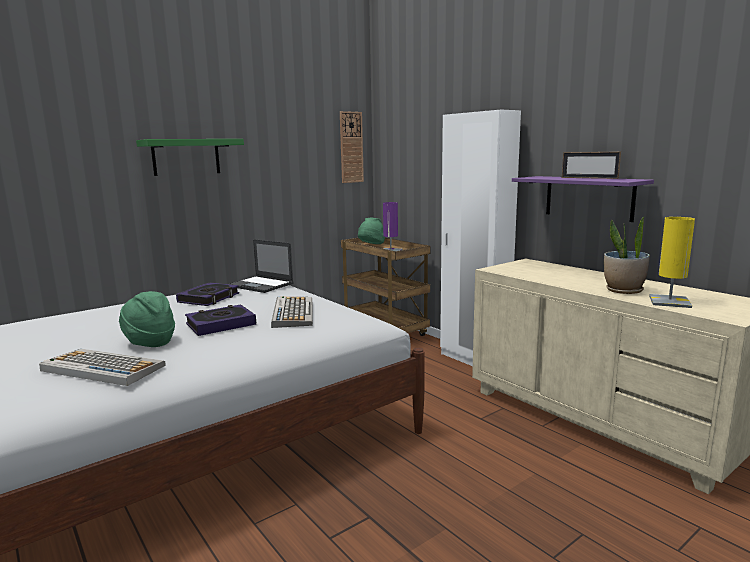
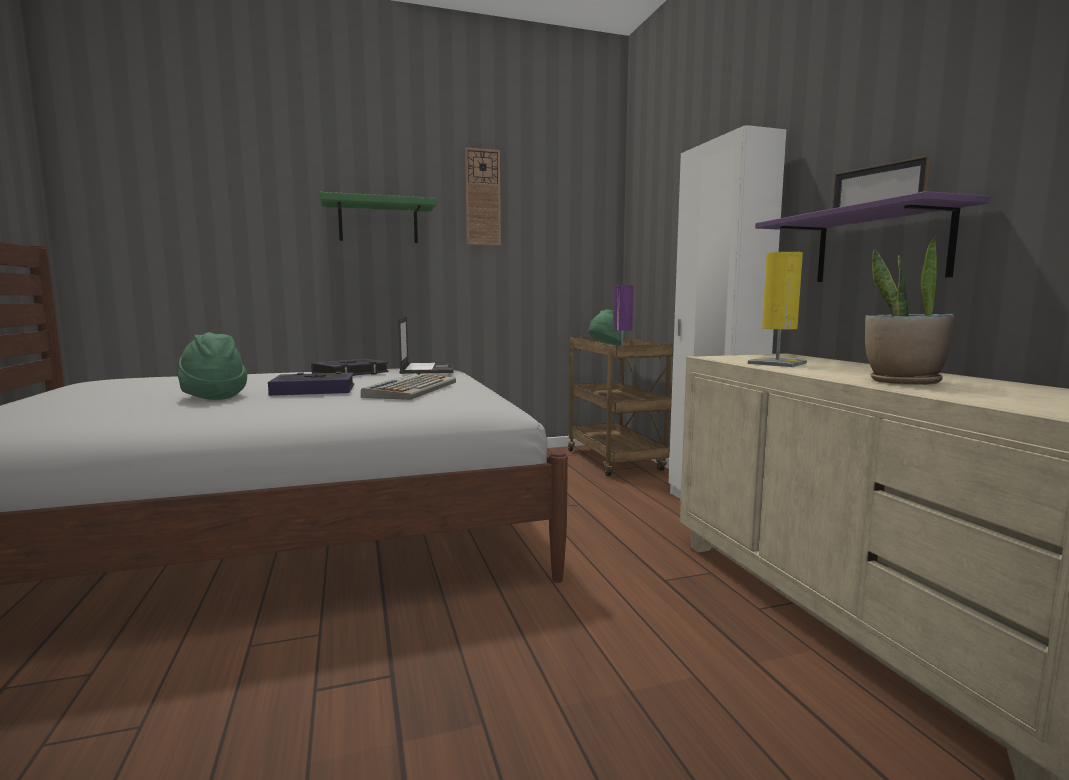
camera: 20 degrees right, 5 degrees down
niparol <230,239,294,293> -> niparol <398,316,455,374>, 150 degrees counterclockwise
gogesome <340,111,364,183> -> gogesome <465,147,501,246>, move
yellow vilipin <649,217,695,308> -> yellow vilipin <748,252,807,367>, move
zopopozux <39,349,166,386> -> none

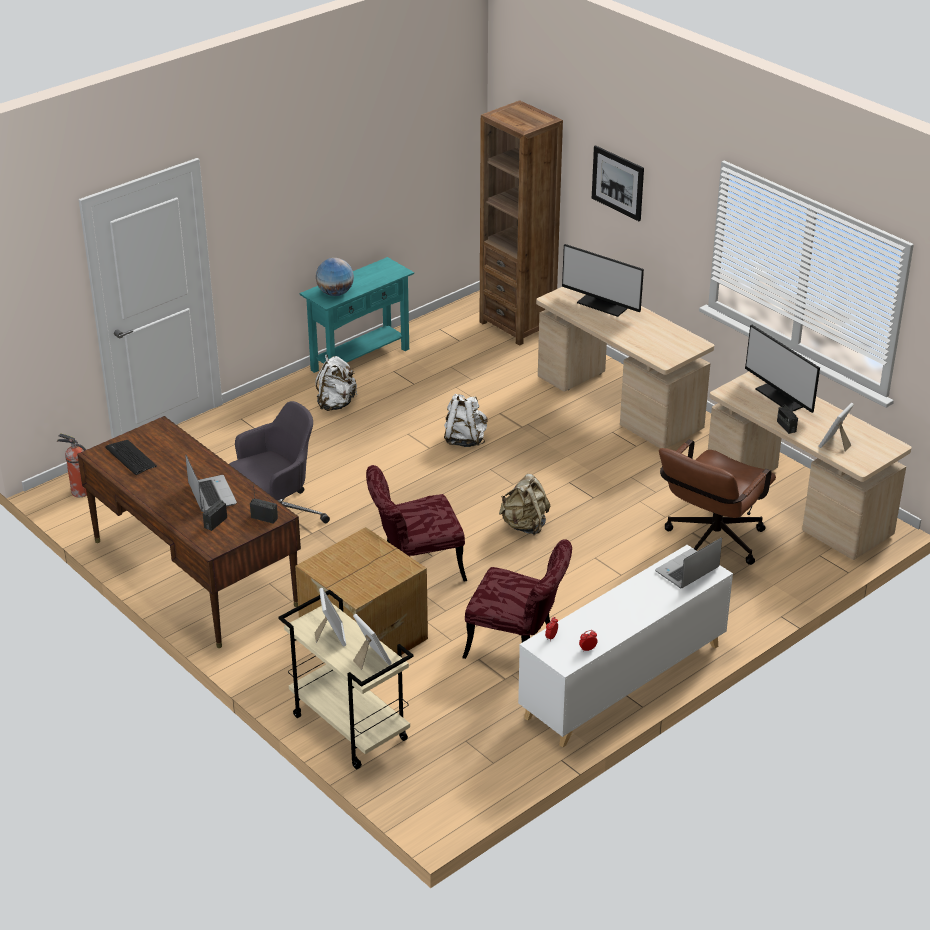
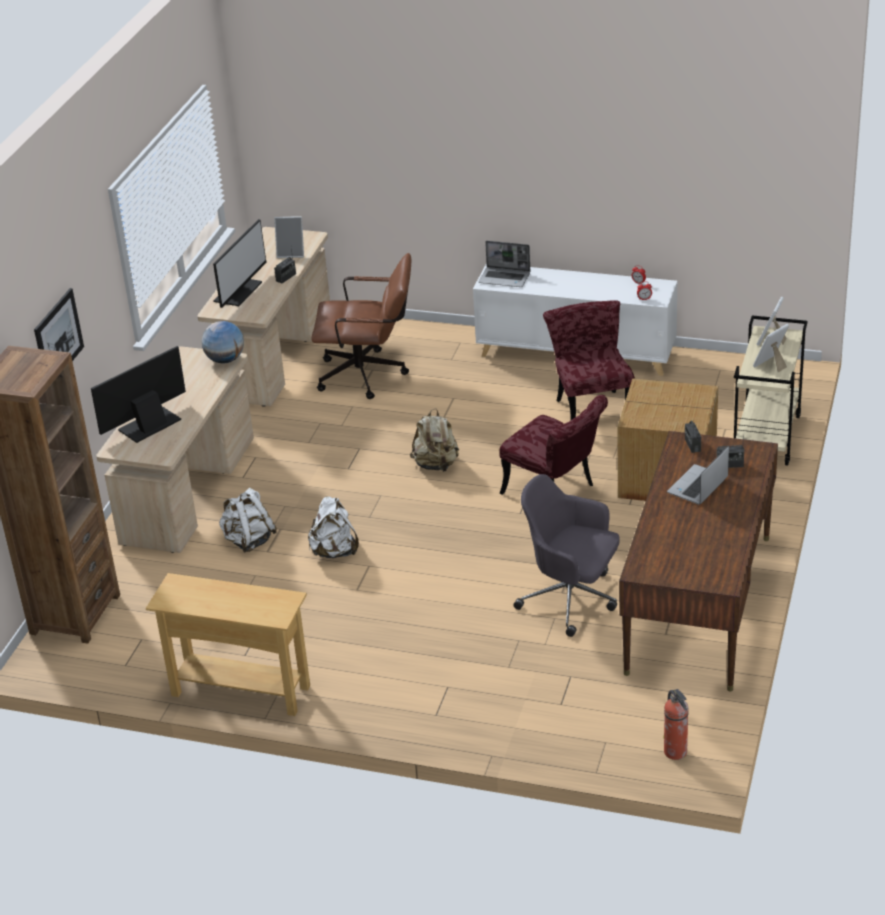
camera: 120 degrees left, 0 degrees up
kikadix <562,244,644,317> -> kikadix <91,346,186,443>, 135 degrees counterclockwise
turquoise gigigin <300,257,414,373> -> beige gigigin <146,573,310,716>
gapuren <316,258,354,296> -> gapuren <202,321,244,363>, move
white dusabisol <315,355,357,411> -> white dusabisol <219,488,277,553>, move
zopopozux <106,440,157,475> -> none

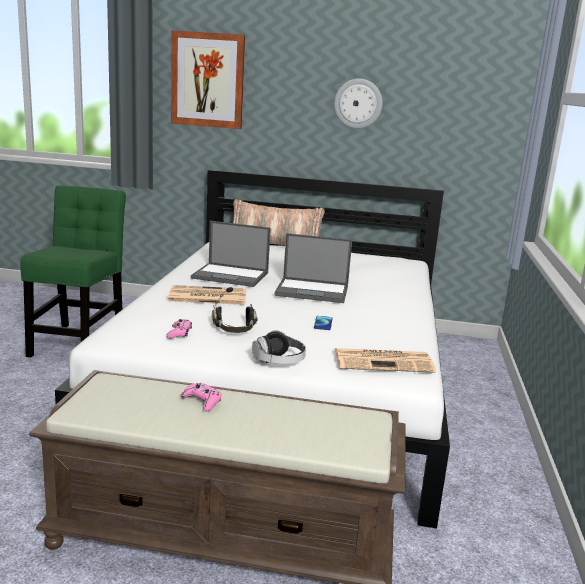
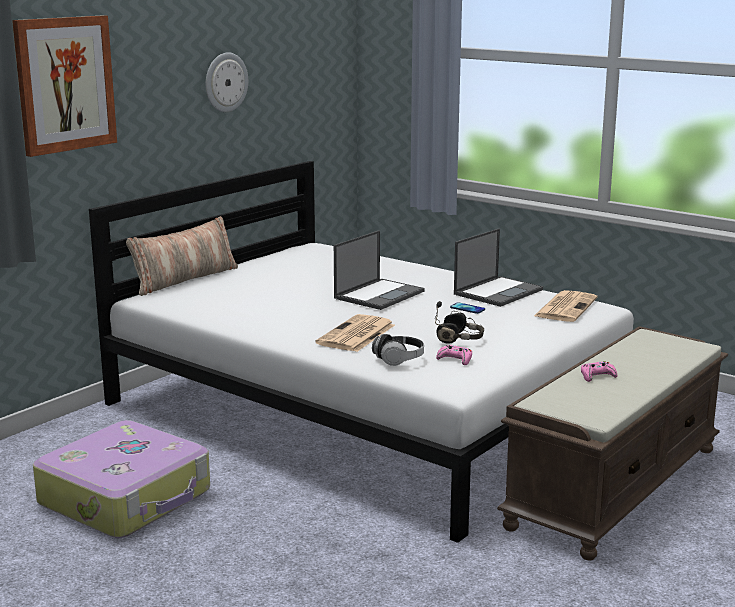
camera: 60 degrees left, 0 degrees up
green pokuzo <20,185,126,357> -> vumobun <33,420,210,538>
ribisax <252,330,306,364> -> ribisax <372,334,424,366>, move
niparol <191,221,271,287> -> niparol <454,228,543,307>, move

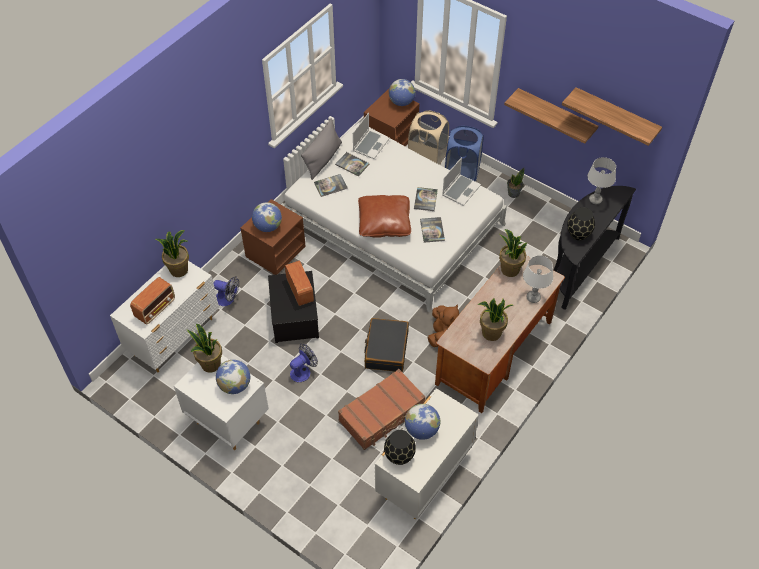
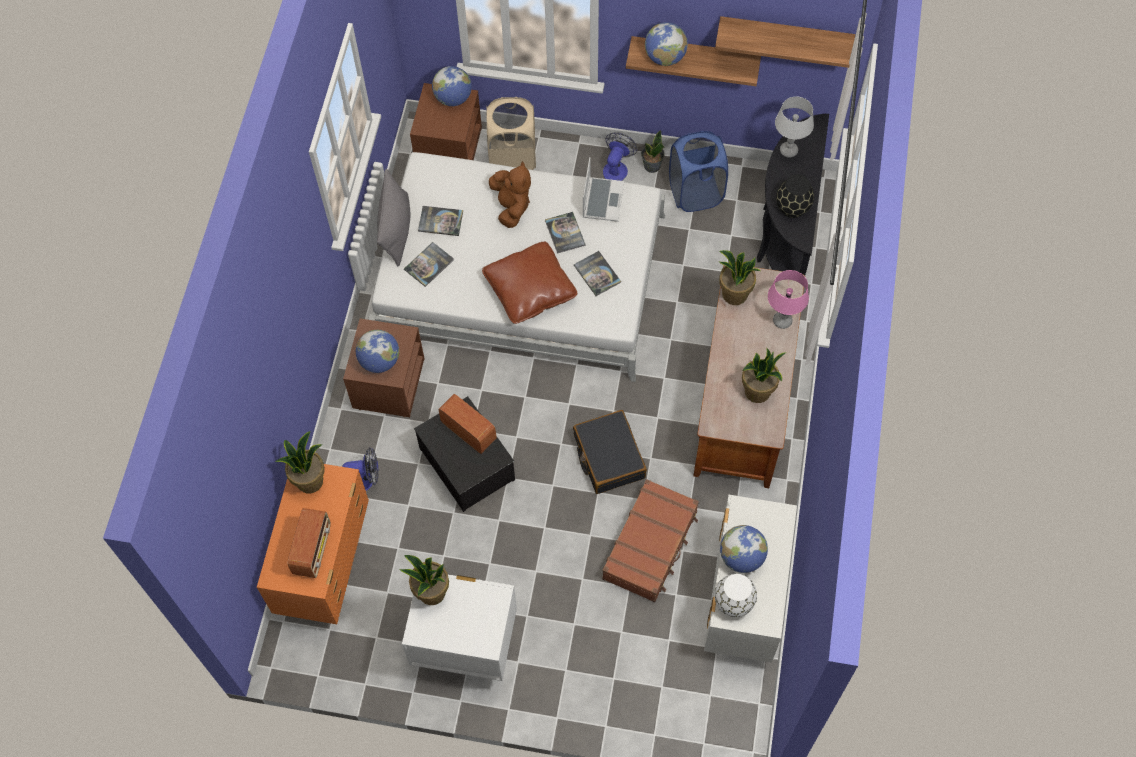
camera: 25 degrees left, 10 degrees up
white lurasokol <110,261,219,372> -> orange lurasokol <257,464,369,624>
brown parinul <428,305,459,347> -> brown parinul <489,161,531,228>, move
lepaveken <290,344,318,382> -> lepaveken <603,132,637,181>, move
gapuren <216,360,251,394> -> gapuren <645,22,688,66>, move
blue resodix <445,126,484,181> -> blue resodix <669,131,728,212>, move
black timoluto <384,430,416,465> -> white timoluto <714,574,757,617>
white vilipin <523,255,553,303> -> pink vilipin <768,270,809,329>
niparol <353,113,389,159> -> none

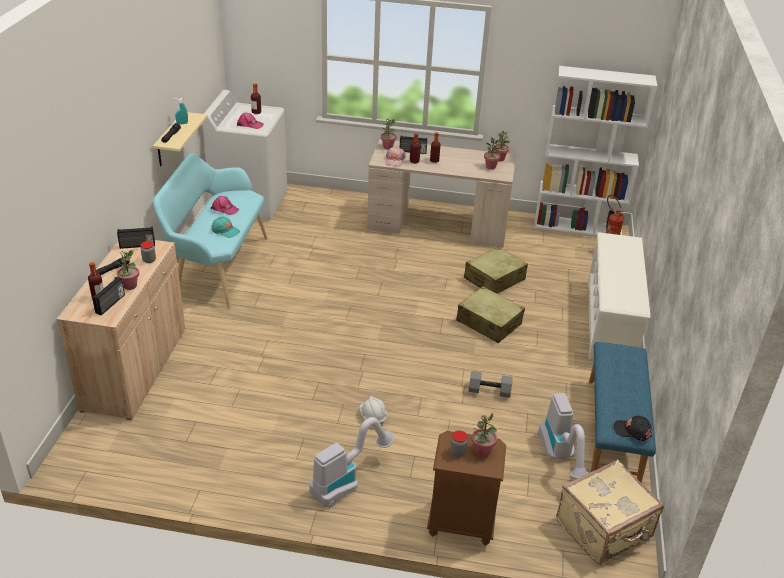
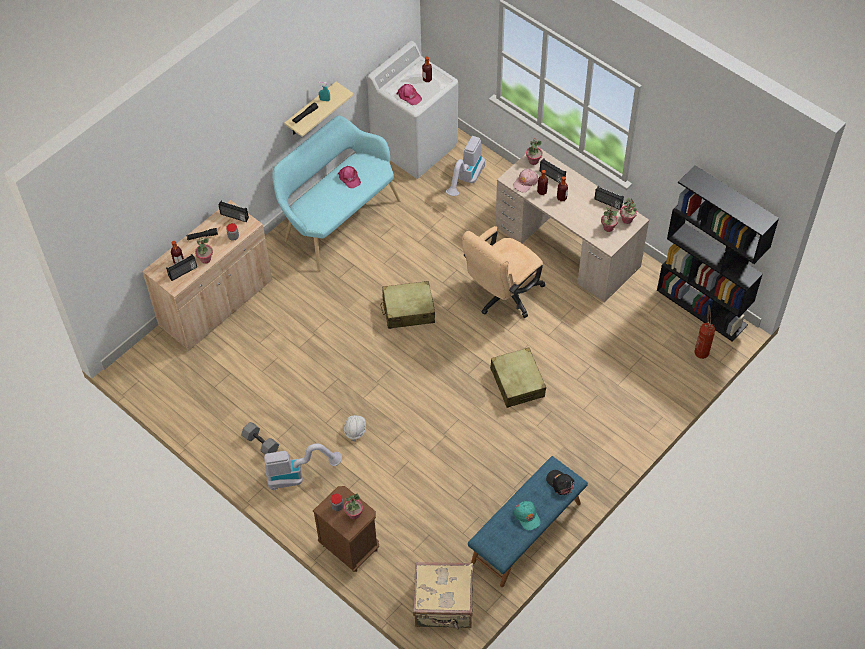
camera: 35 degrees right, 20 degrees up
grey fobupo <469,371,513,398> -> grey fobupo <241,422,279,455>, move
beige vumobun <464,247,528,293> -> beige vumobun <380,281,435,329>, move
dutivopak <538,393,588,479> -> dutivopak <446,136,485,196>, move
none -> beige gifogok <462,226,545,318>
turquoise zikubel <211,217,240,238> -> turquoise zikubel <514,501,541,531>, move
black zikubel <614,416,652,441> -> black zikubel <546,470,574,495>, move
none -> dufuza <595,186,624,210>
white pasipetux <534,66,657,236> -> black pasipetux <657,165,779,342>
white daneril <588,232,650,360> -> none

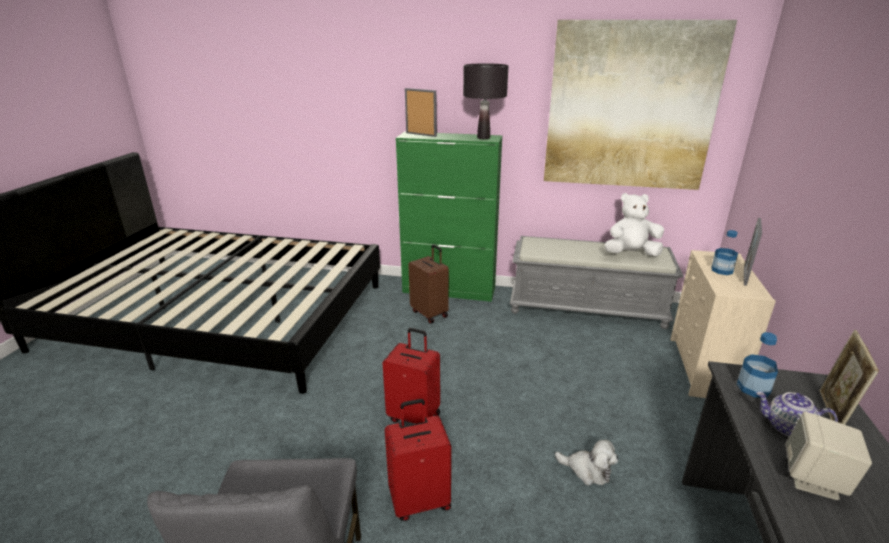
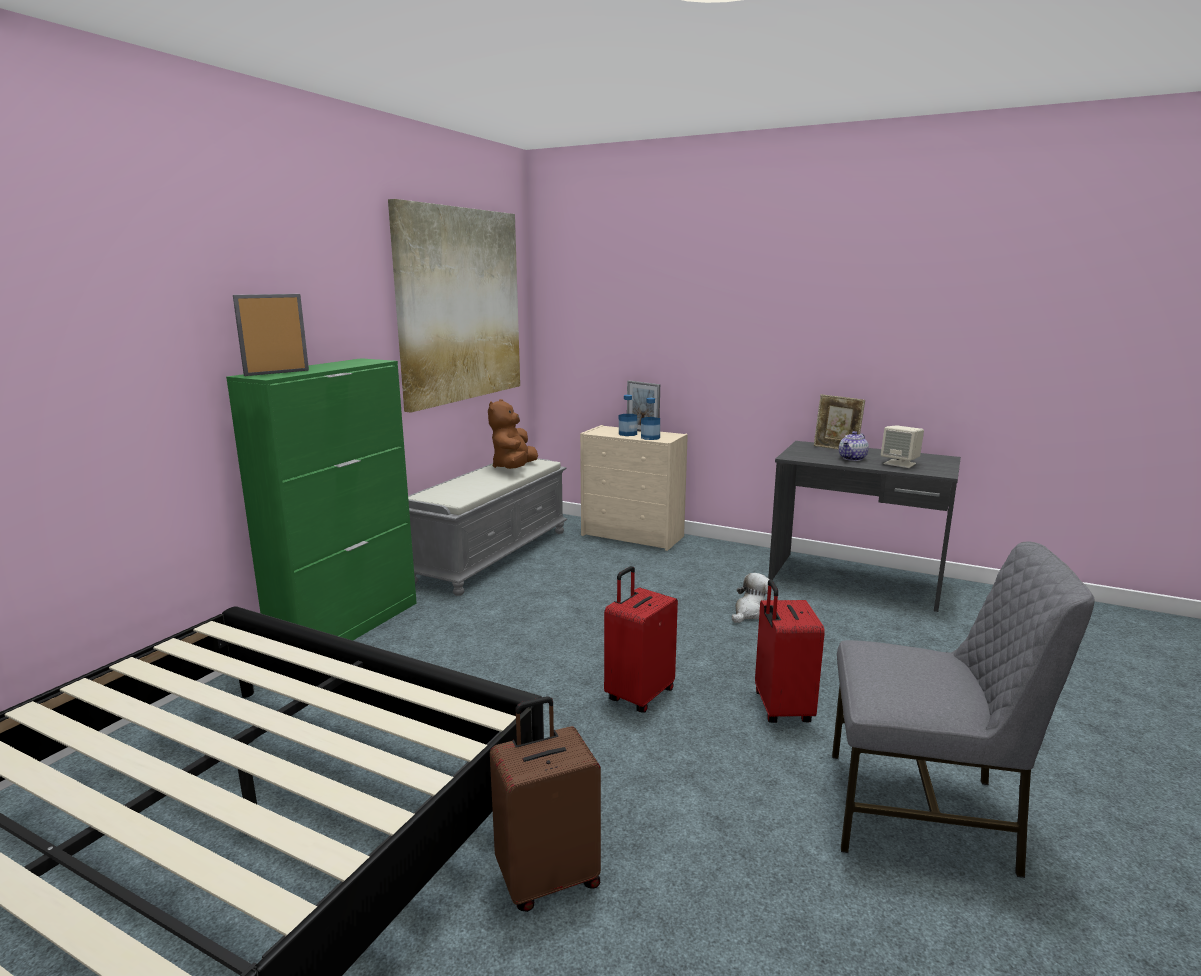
camera: 75 degrees left, 10 degrees down
white parinul <605,193,664,257> -> brown parinul <488,399,538,469>
brown vumobun <408,245,449,323> -> brown vumobun <490,696,601,912>, move
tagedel <737,332,778,398> -> tagedel <641,398,660,440>, move
black vilipin <463,63,508,139> -> none

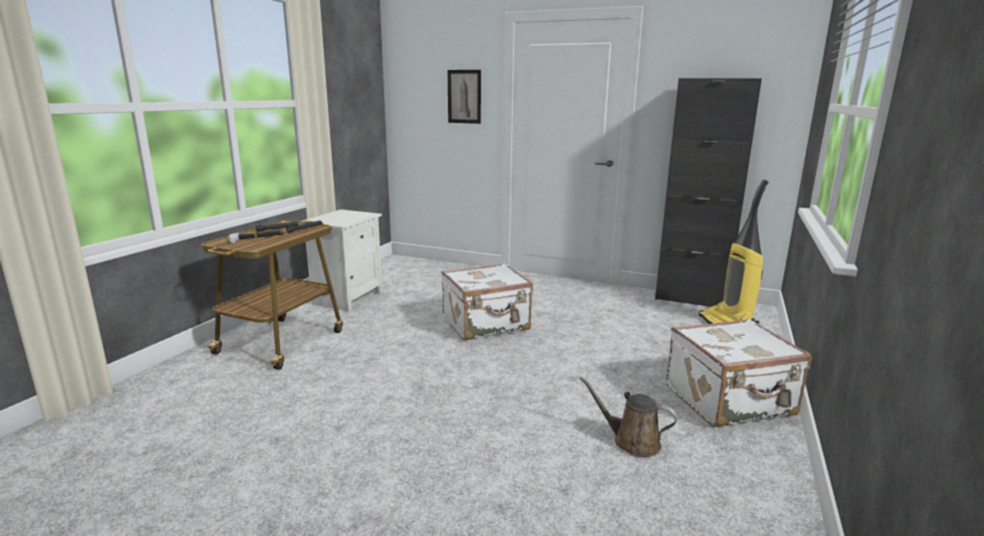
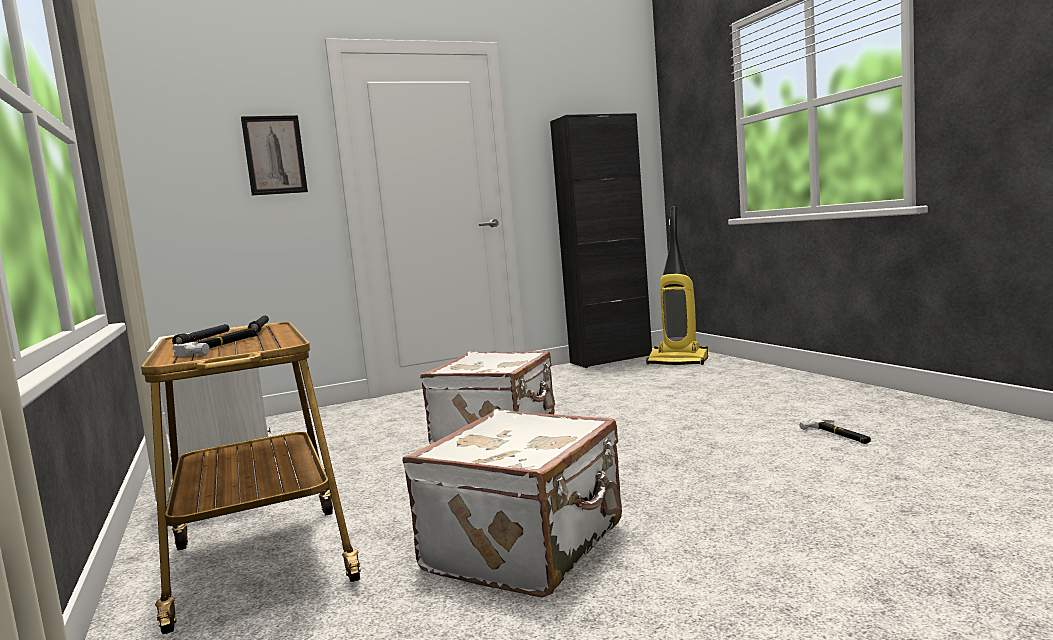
camera: 45 degrees left, 10 degrees down
white vumobun <666,319,812,427> -> white vumobun <402,409,622,597>, move
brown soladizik <579,376,677,457> -> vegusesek <800,419,871,444>

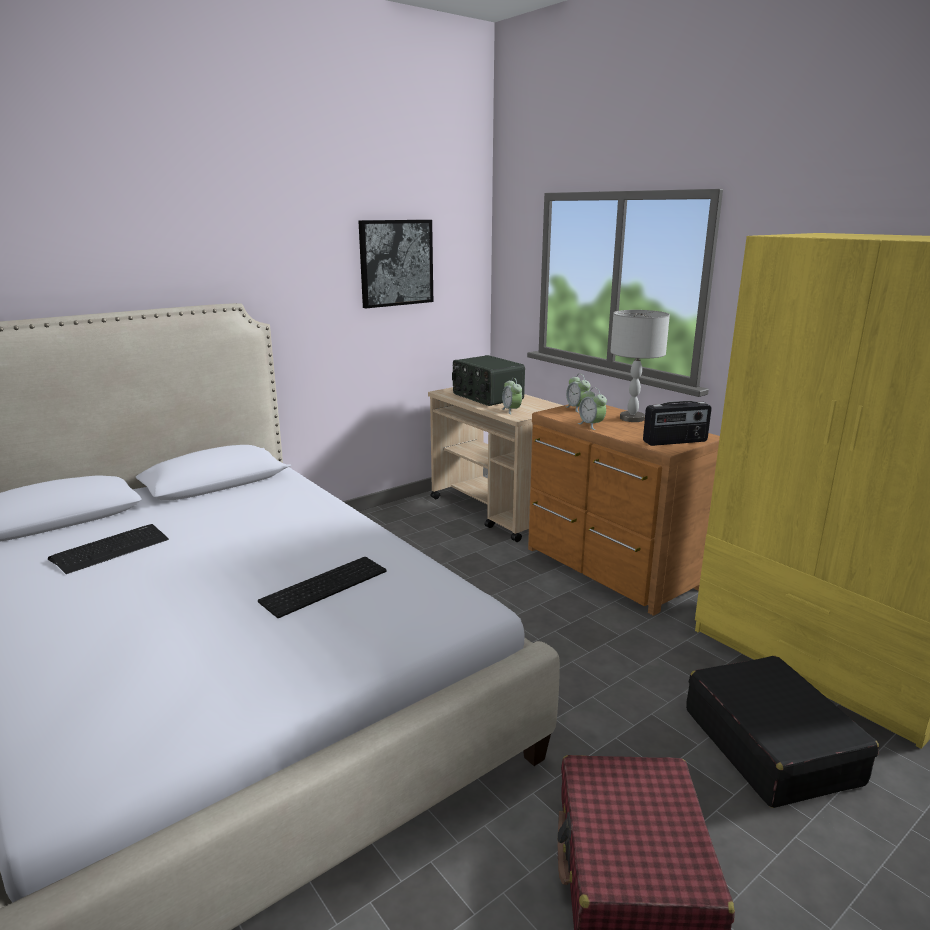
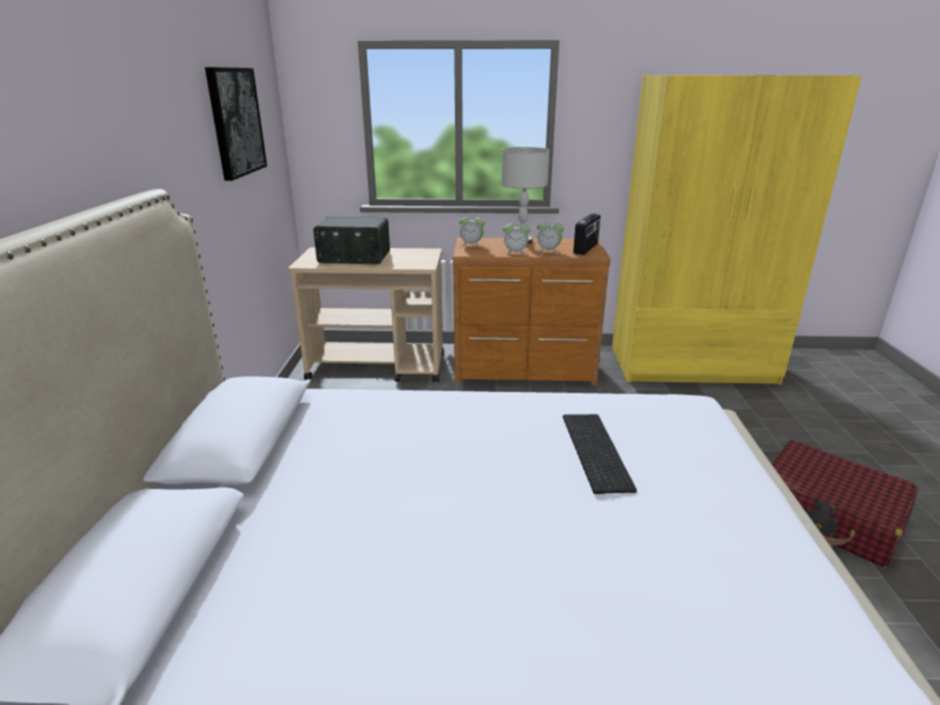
camera: 50 degrees left, 5 degrees up
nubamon <502,378,522,414> -> nubamon <537,218,564,254>, move
zopopozux <48,524,169,574> -> none
black vumobun <686,656,879,808> -> none

